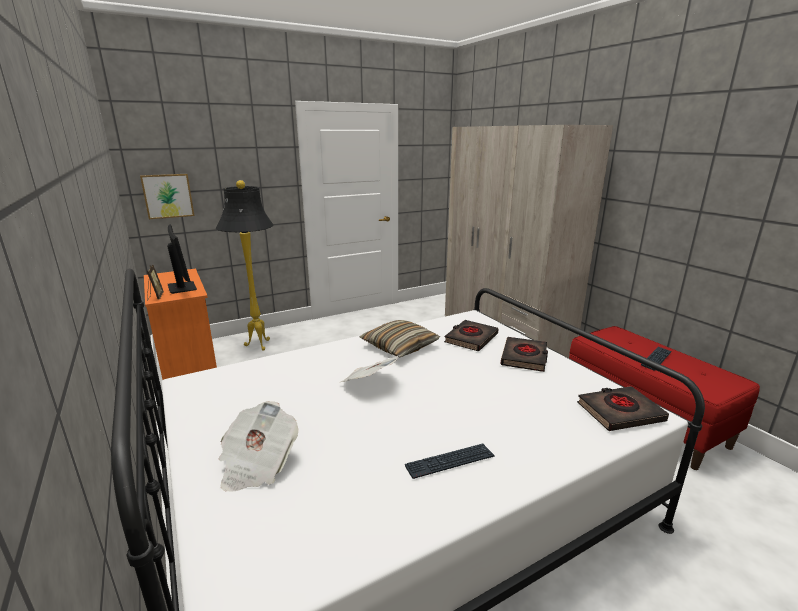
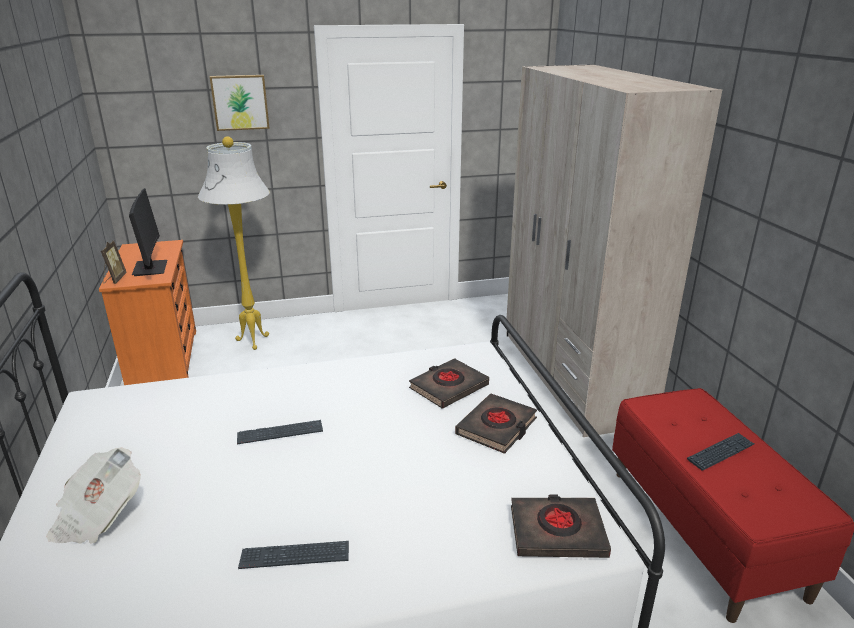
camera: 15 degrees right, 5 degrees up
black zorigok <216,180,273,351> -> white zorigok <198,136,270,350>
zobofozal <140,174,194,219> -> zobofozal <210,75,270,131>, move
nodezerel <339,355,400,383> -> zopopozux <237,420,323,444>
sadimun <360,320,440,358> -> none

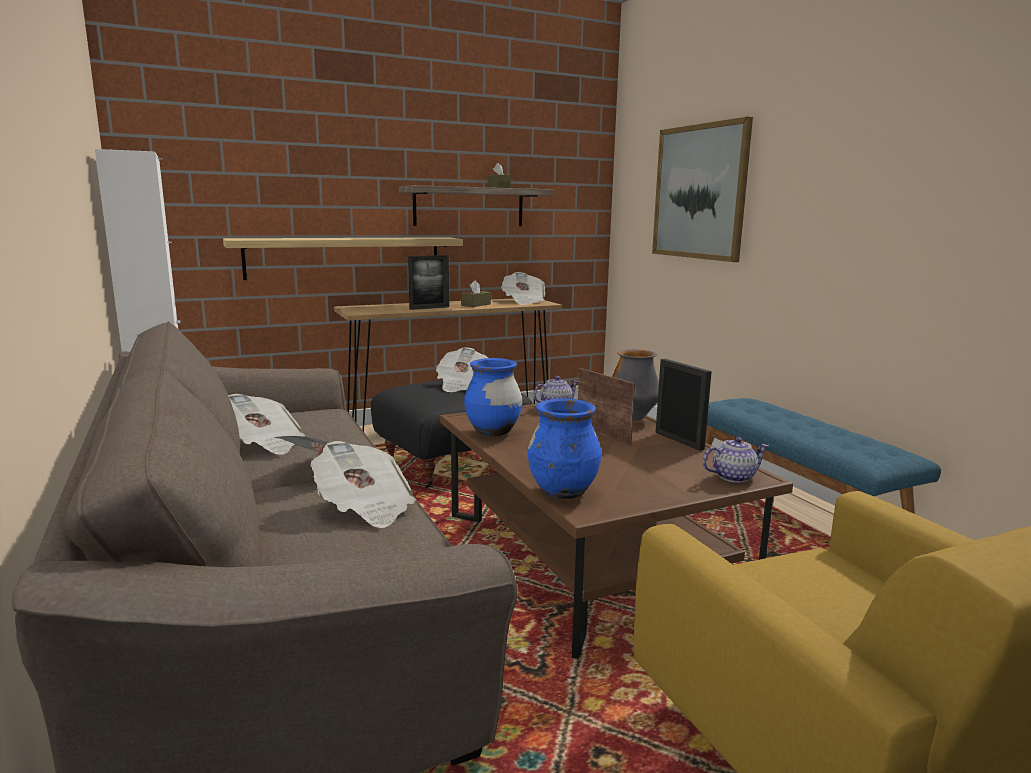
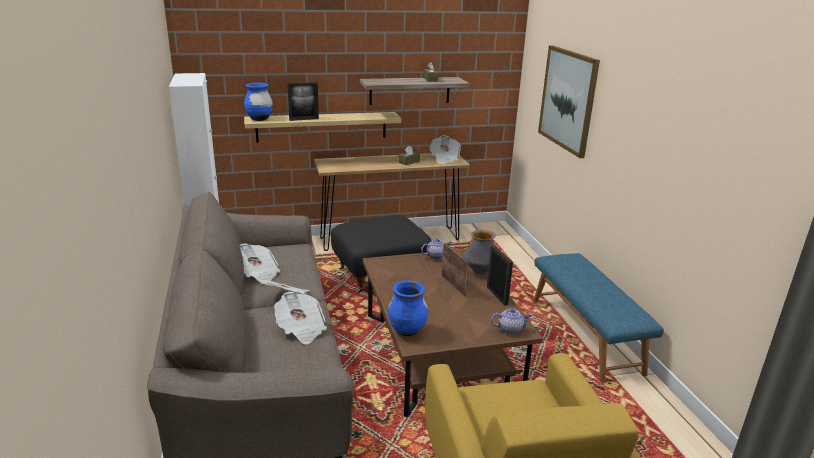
camera: 10 degrees right, 10 degrees up
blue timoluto <464,358,522,436> -> blue timoluto <244,83,273,121>, move
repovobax <408,255,449,310> -> repovobax <287,82,319,121>, move
nodezerel <436,347,488,392> -> none

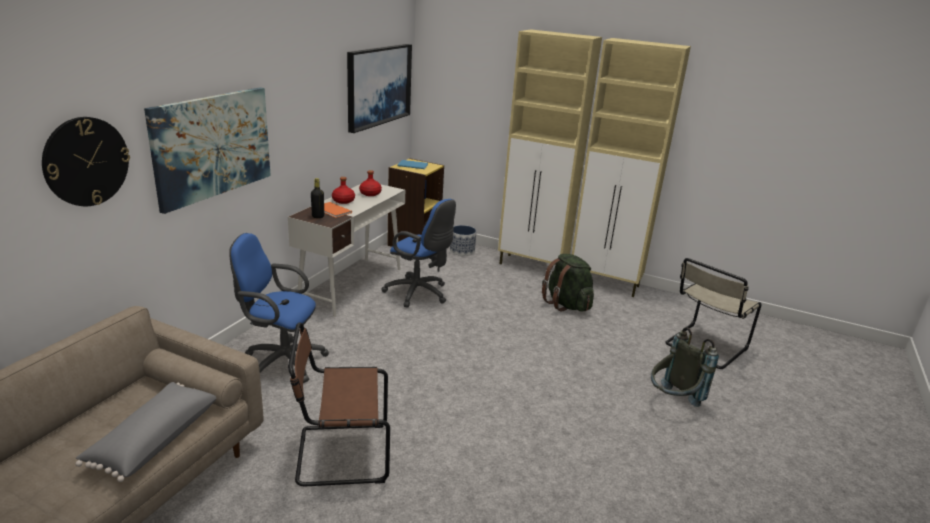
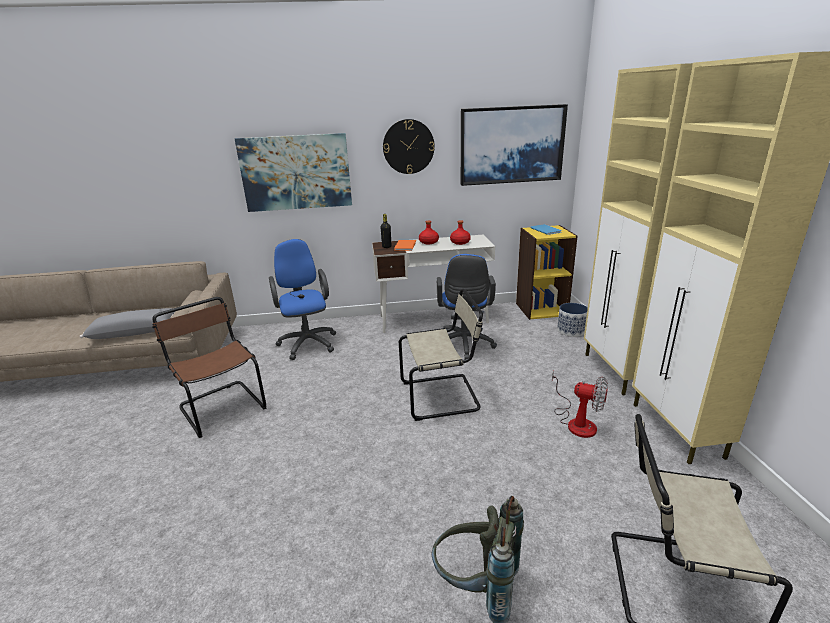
camera: 60 degrees right, 0 degrees up
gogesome <42,117,130,206> -> gogesome <383,119,435,174>, move
none -> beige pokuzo <399,289,483,421>
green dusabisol <542,254,594,312> -> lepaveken <552,371,608,438>

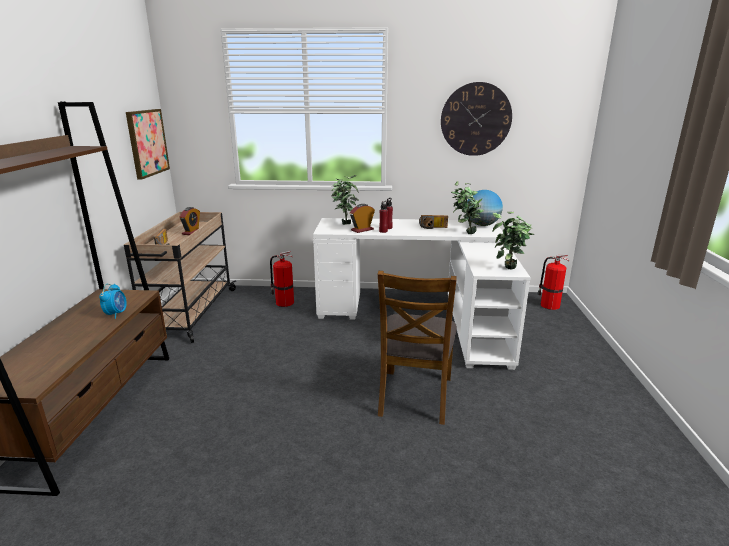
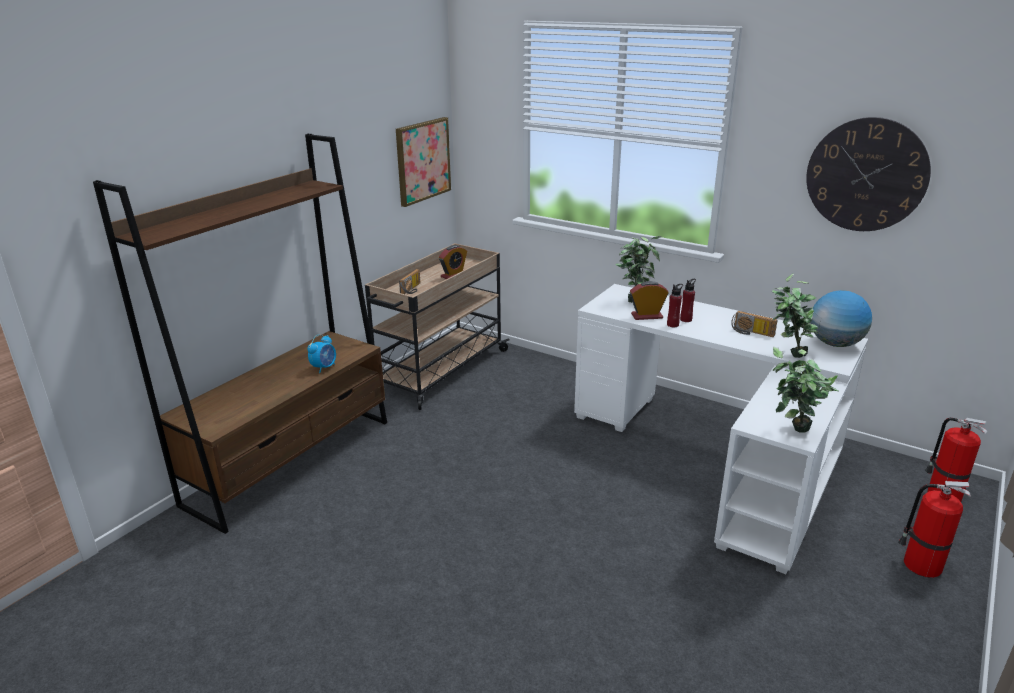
camera: 30 degrees right, 5 degrees up
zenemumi <270,251,294,307> -> zenemumi <898,481,971,578>, move
brown pokuzo <378,271,457,425> -> none

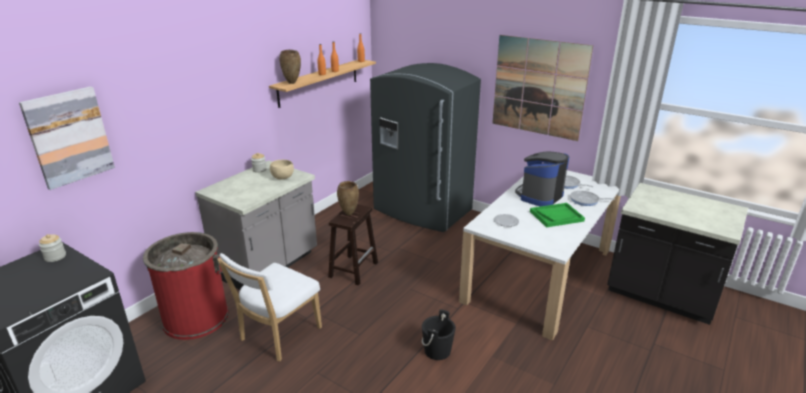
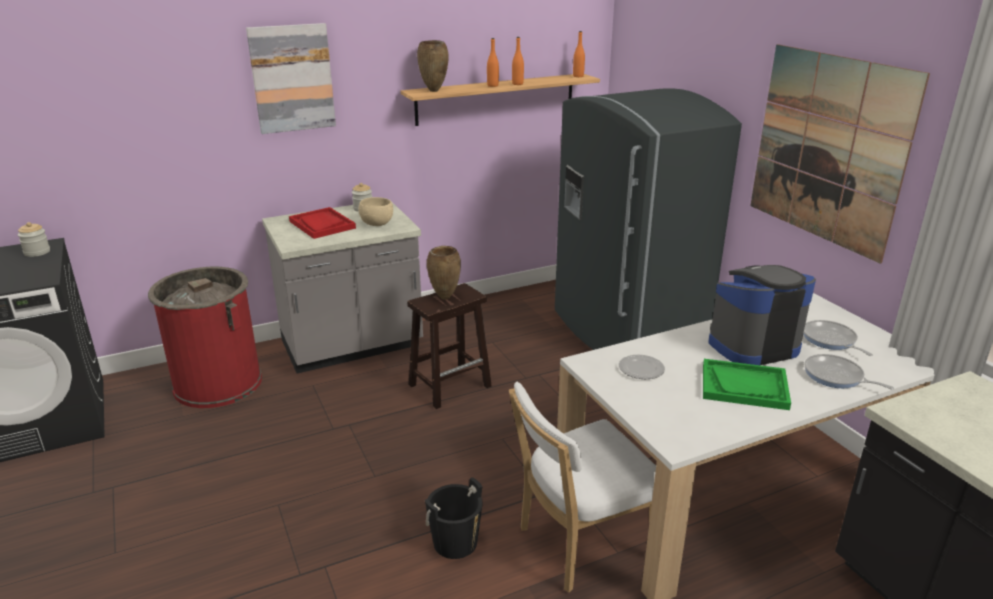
camera: 30 degrees right, 0 degrees up
zobofozal <19,86,115,190> -> zobofozal <246,23,336,134>, move
none -> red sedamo <289,207,356,239>
white pokuzo <217,253,322,361> -> white pokuzo <509,382,656,593>, move

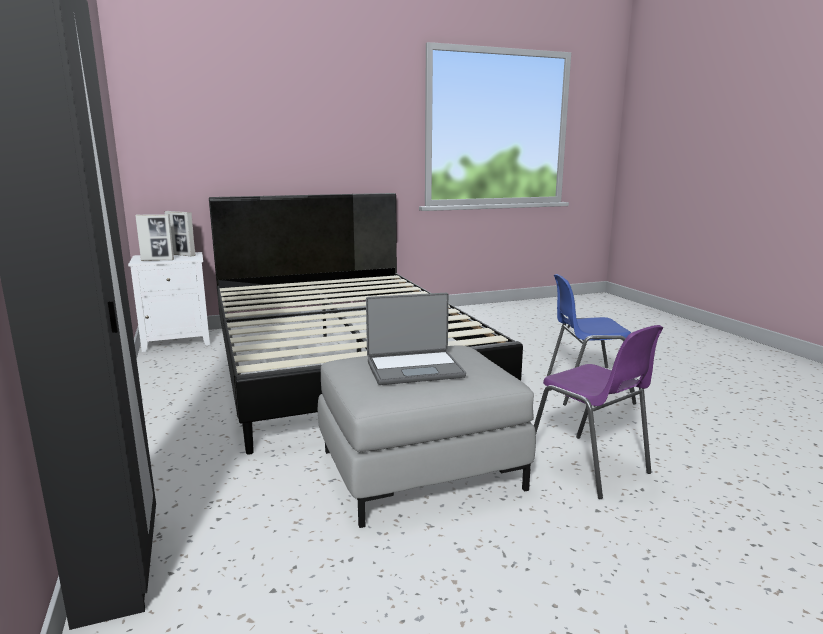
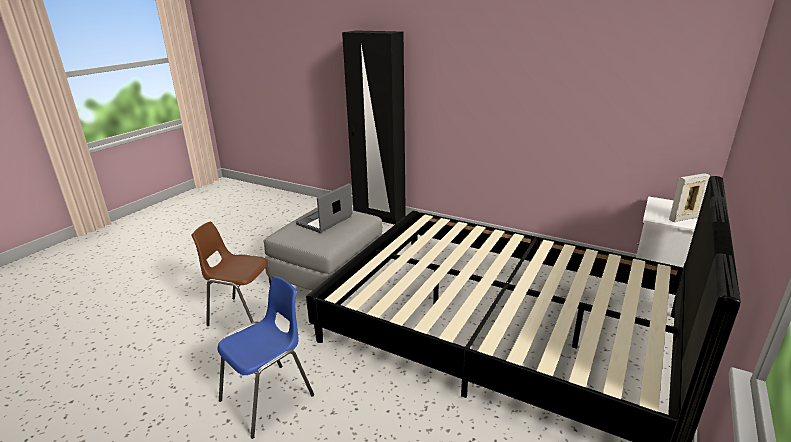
camera: 140 degrees right, 10 degrees up
purple pokuzo <534,325,663,499> -> brown pokuzo <192,222,273,326>
repovobax <135,214,174,261> -> none

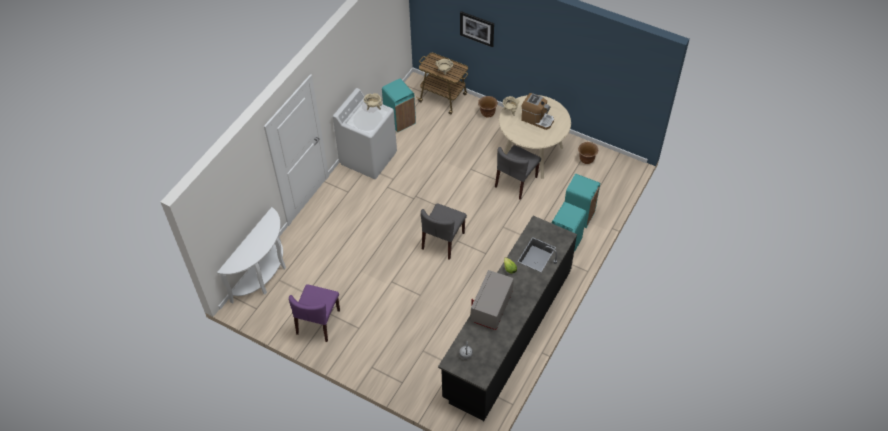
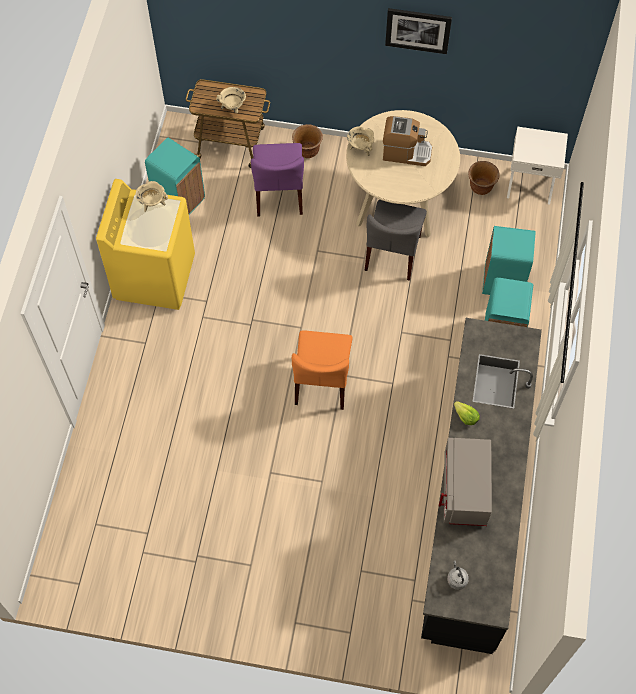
camera: 20 degrees left, 10 degrees up
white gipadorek <333,88,397,179> -> yellow gipadorek <96,179,195,310>
purple pokuzo <289,284,340,342> -> purple pokuzo <251,143,304,216>, move
grey pokuzo <421,203,467,260> -> orange pokuzo <292,330,352,410>
zobofozal <460,11,494,48> -> zobofozal <385,8,452,54>, move
none -> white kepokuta <507,127,568,205>
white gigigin <217,207,286,304> -> none

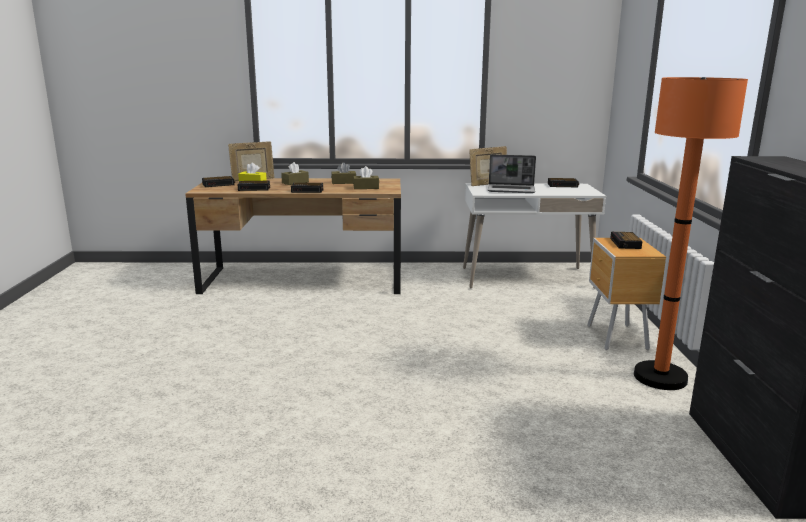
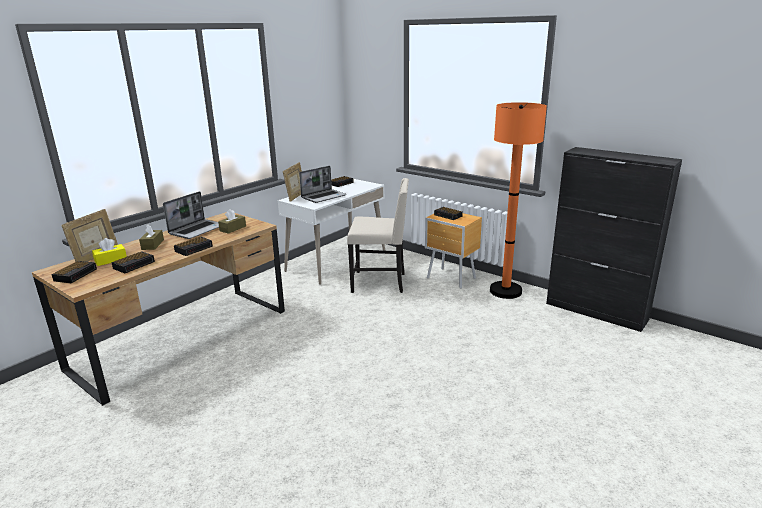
camera: 50 degrees left, 5 degrees up
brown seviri <331,162,356,184> -> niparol <163,191,219,239>
none -> beige pokuzo <347,178,409,293>

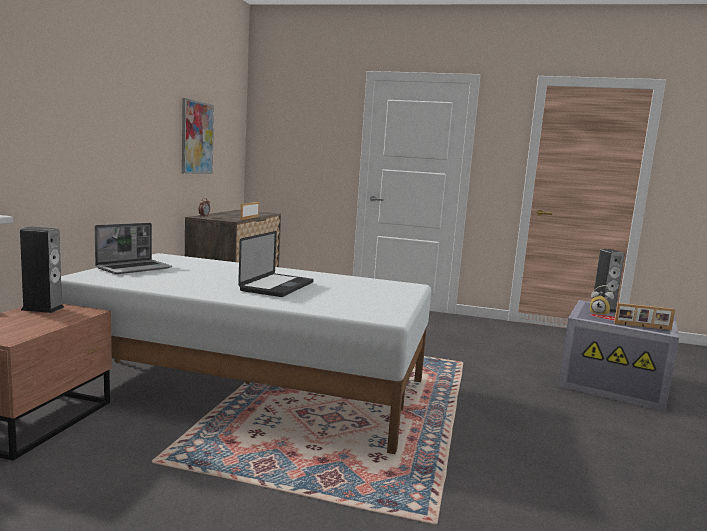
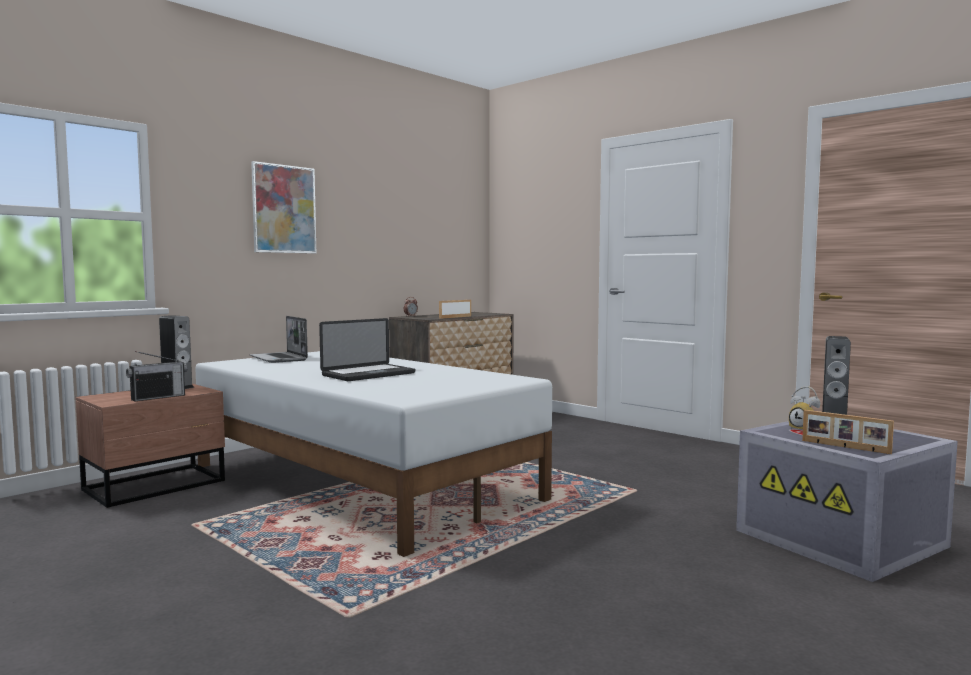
camera: 30 degrees right, 5 degrees down
none -> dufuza <126,351,187,402>
niparol <95,223,172,274> -> niparol <250,316,308,363>, 75 degrees clockwise
zobofozal <182,98,214,174> -> zobofozal <251,161,316,253>, move

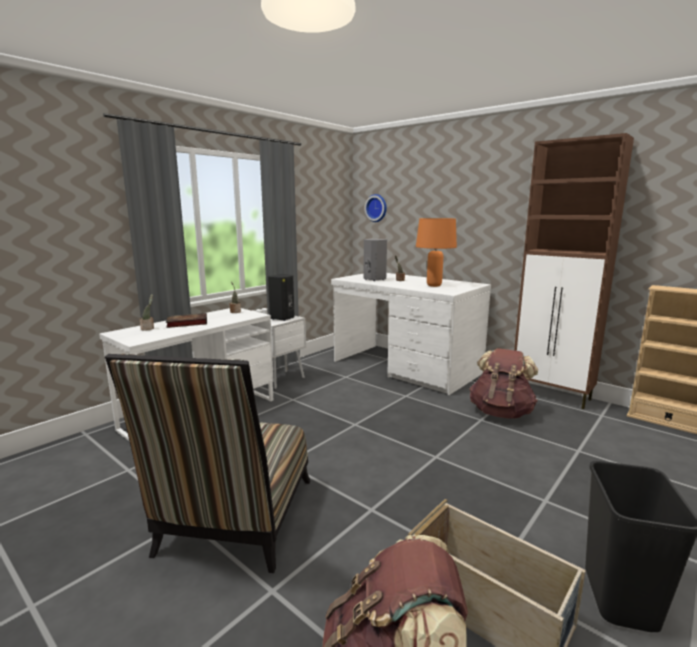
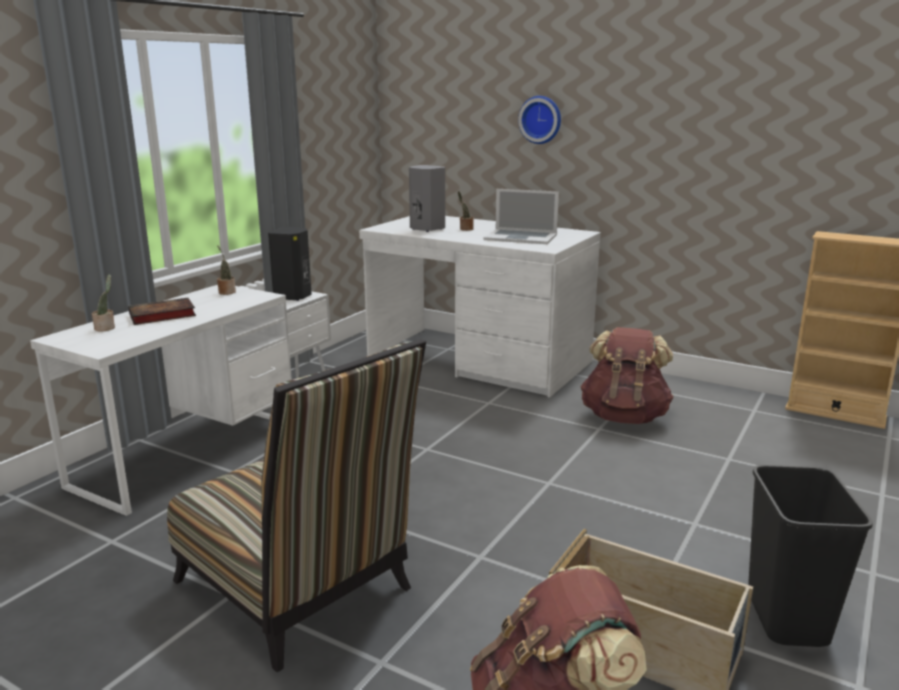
camera: 10 degrees left, 5 degrees up
pokuzo <105,354,310,573> -> pokuzo <167,339,426,672>, 45 degrees counterclockwise
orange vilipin <416,218,457,287> -> niparol <483,189,559,244>
gogesome <364,194,387,222> -> gogesome <518,96,561,144>, move
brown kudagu <514,133,634,409> -> none

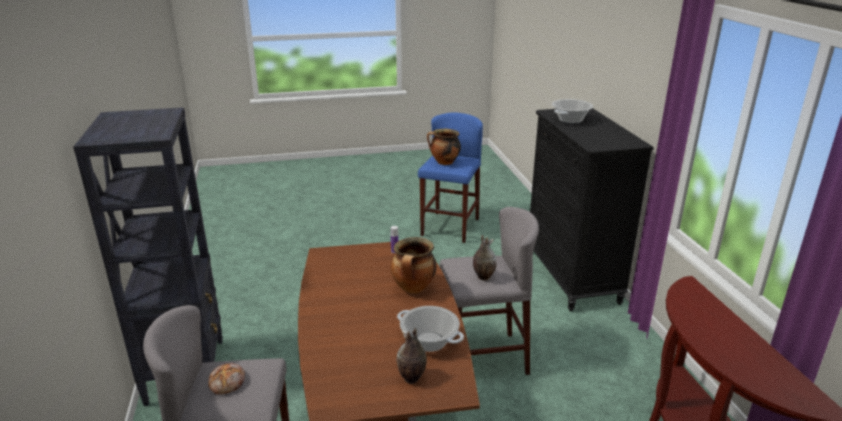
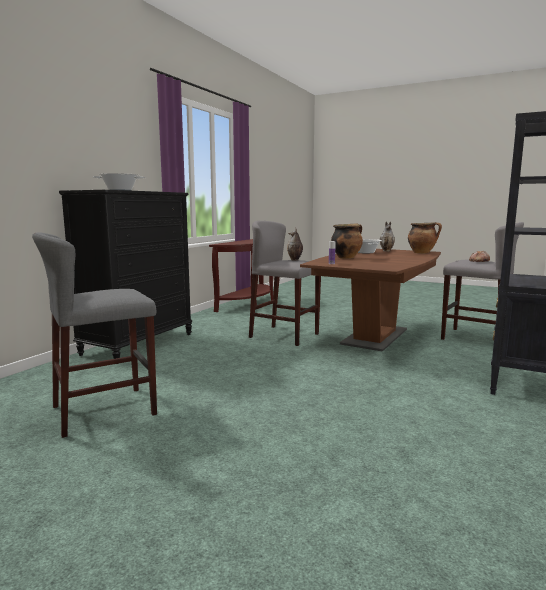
camera: 140 degrees left, 15 degrees down
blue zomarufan <418,112,483,243> -> grey zomarufan <32,232,157,438>
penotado <427,129,461,165> -> penotado <408,222,442,253>, move

